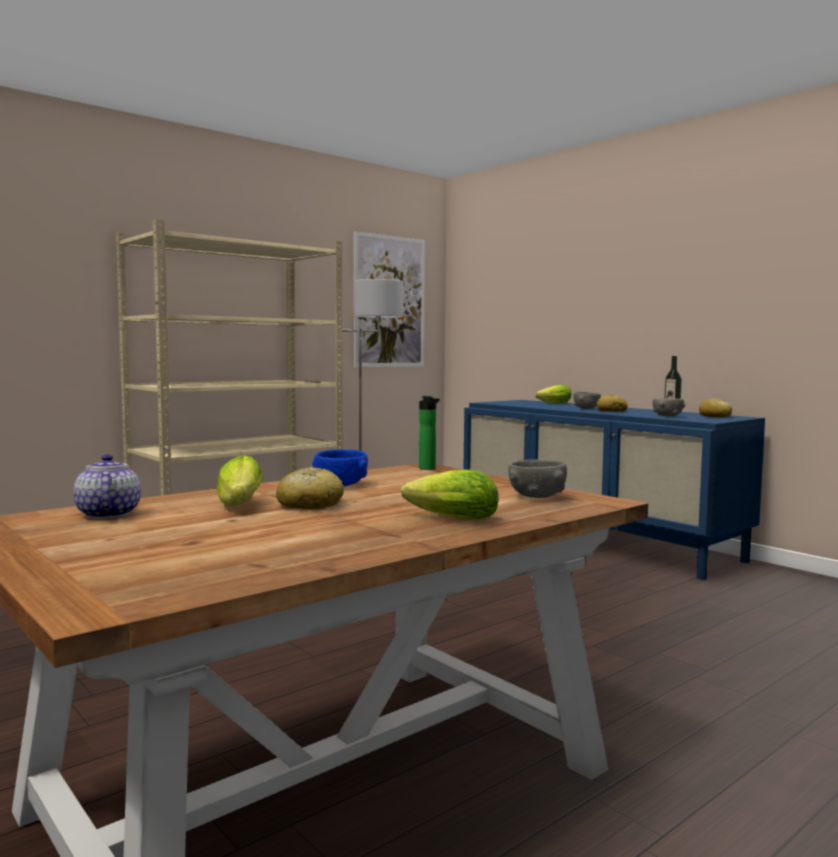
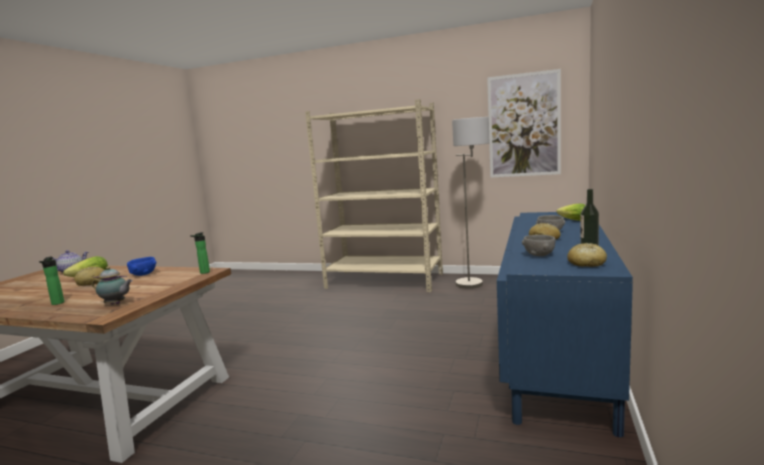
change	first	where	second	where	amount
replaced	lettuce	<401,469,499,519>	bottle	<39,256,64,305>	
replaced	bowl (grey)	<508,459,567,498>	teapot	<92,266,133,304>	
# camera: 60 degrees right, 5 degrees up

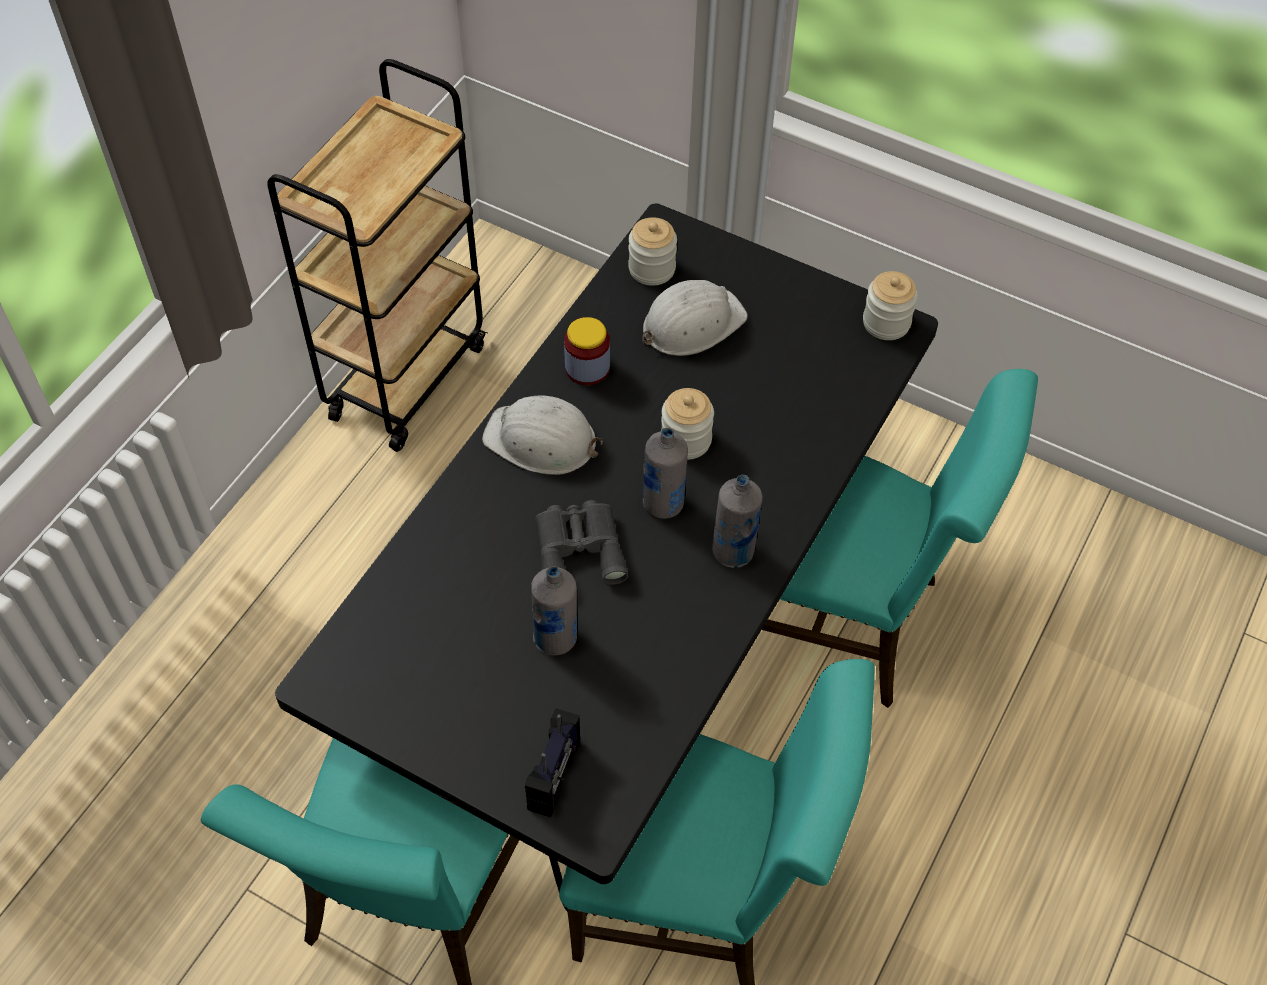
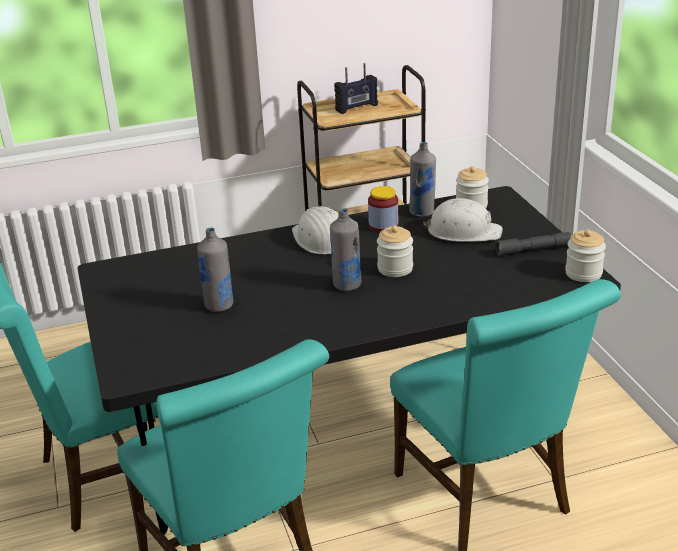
change	first	where	second	where	amount
moved	radio	<525,708,581,817>		<334,63,378,114>	
removed	binoculars (grey)	<535,500,628,585>			
moved	bottle (grey)	<712,475,762,568>		<409,142,436,217>	
added			flashlight (grey)	<495,232,571,256>	
# camera: 45 degrees right, 25 degrees down

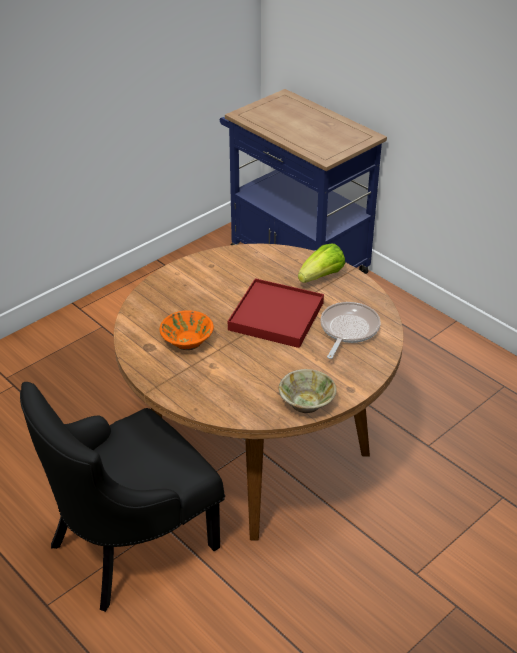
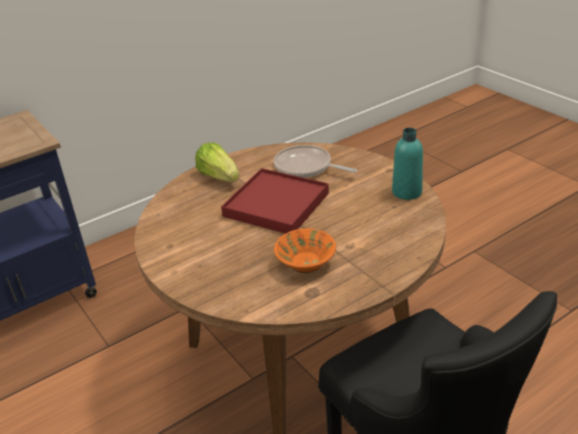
change	first	where	second	where	amount
replaced	bowl (beige)	<279,369,337,413>	bottle (turquoise)	<392,128,423,200>	
# camera: 80 degrees left, 5 degrees down

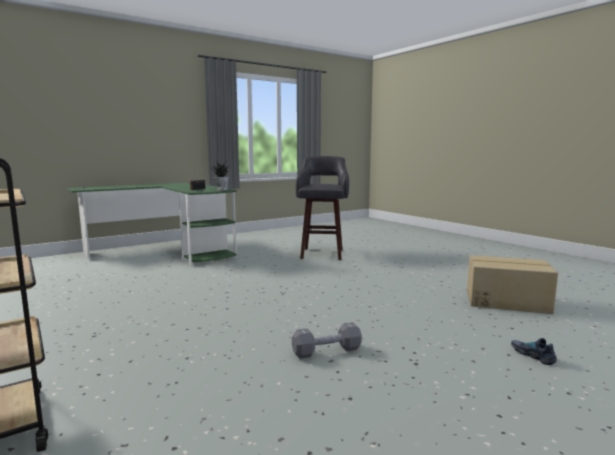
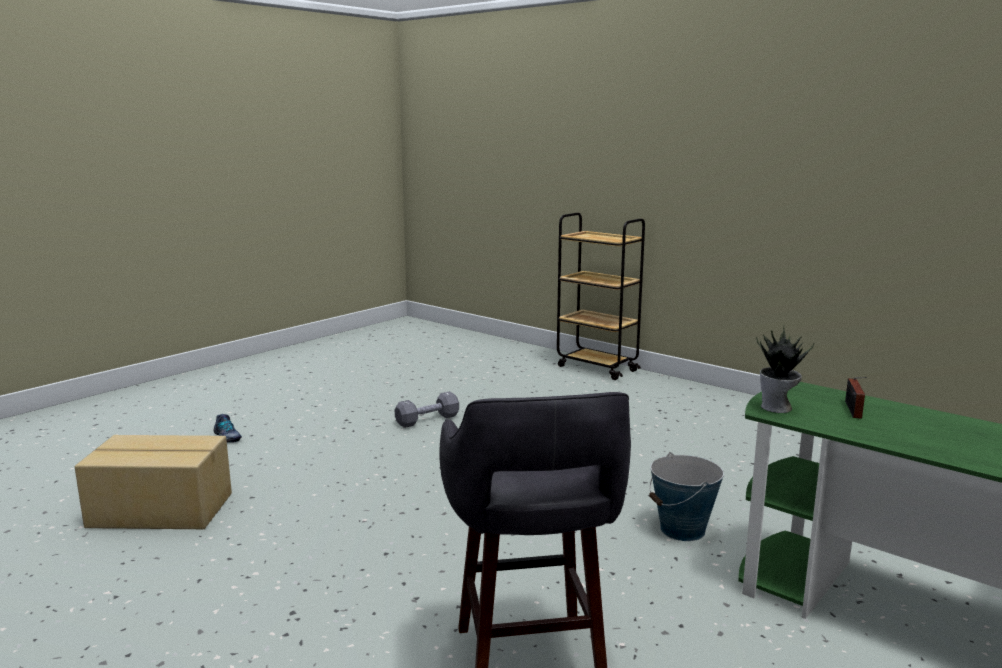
change	first	where	second	where	amount
added			bucket	<649,453,724,541>	
# camera: 165 degrees right, 5 degrees up

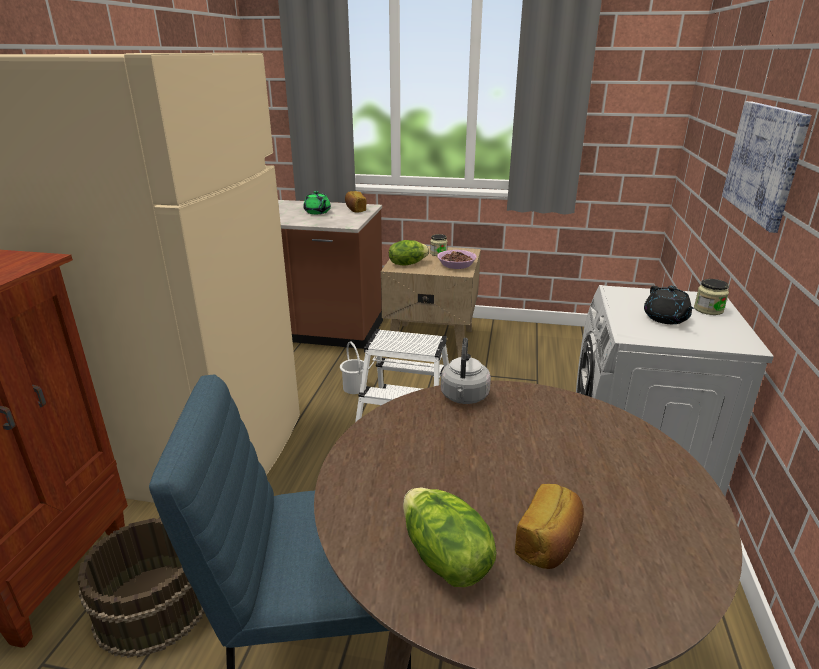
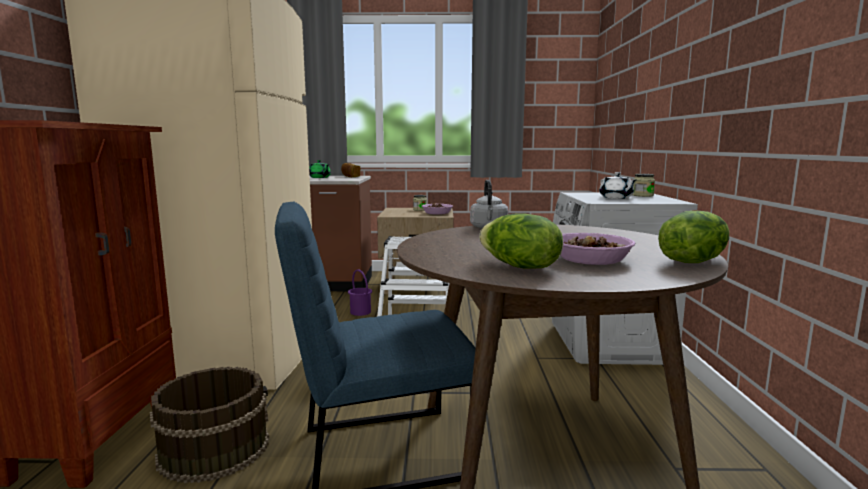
change	first	where	second	where	amount
recoloured	bucket (white)	<340,341,367,394>	bucket (purple)	<348,269,372,316>	
moved	lettuce	<389,240,429,266>		<658,211,729,263>	
replaced	bread	<515,484,584,569>	bowl	<560,233,635,265>	
recoloured	teapot (black)	<644,286,694,324>	teapot (white)	<599,172,636,199>	
removed	picture	<722,101,812,233>			
# camera: 10 degrees left, 15 degrees down

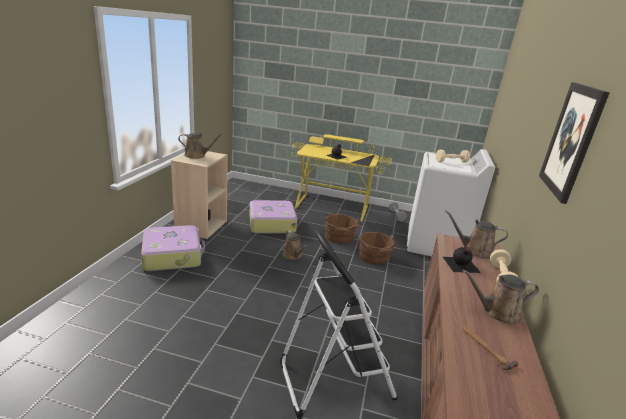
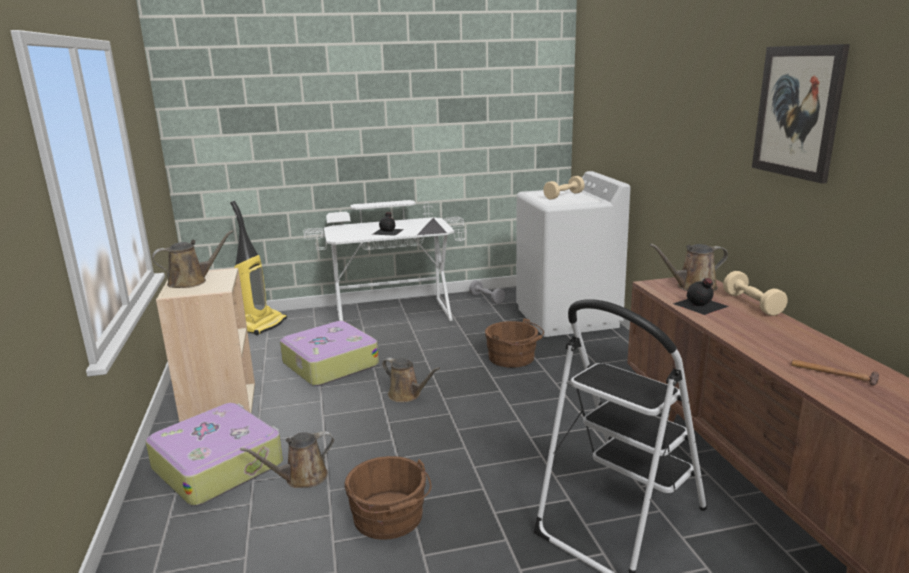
change	first	where	second	where	amount
recoloured	desk (yellow)	<291,134,392,222>	desk (white)	<304,200,467,321>	
moved	bucket (brown)	<325,214,358,244>		<344,456,431,540>	
moved	watering can (brown)	<462,270,539,325>		<240,431,334,488>	
added			vacuum cleaner	<230,201,287,336>	
# camera: 25 degrees left, 5 degrees down

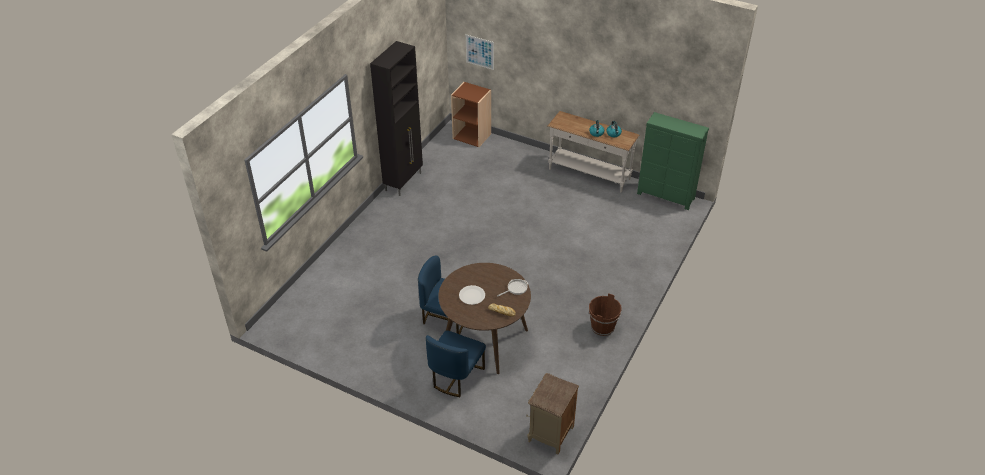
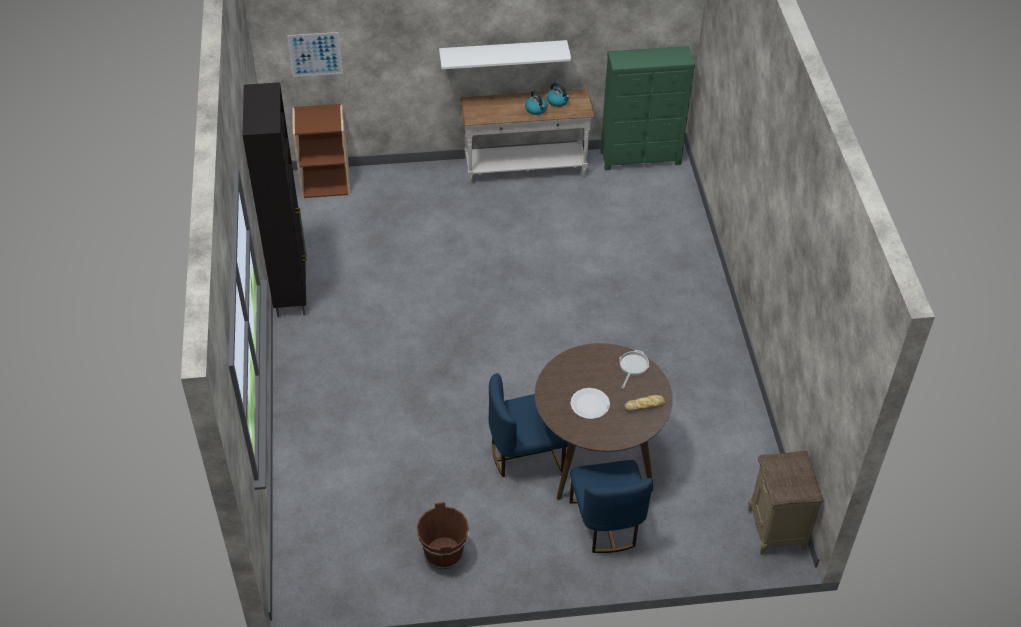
change	first	where	second	where	amount
moved	bucket (brown)	<589,293,622,336>		<417,502,469,569>	
added			shelf (white)	<439,40,572,69>	
# camera: 35 degrees left, 5 degrees up

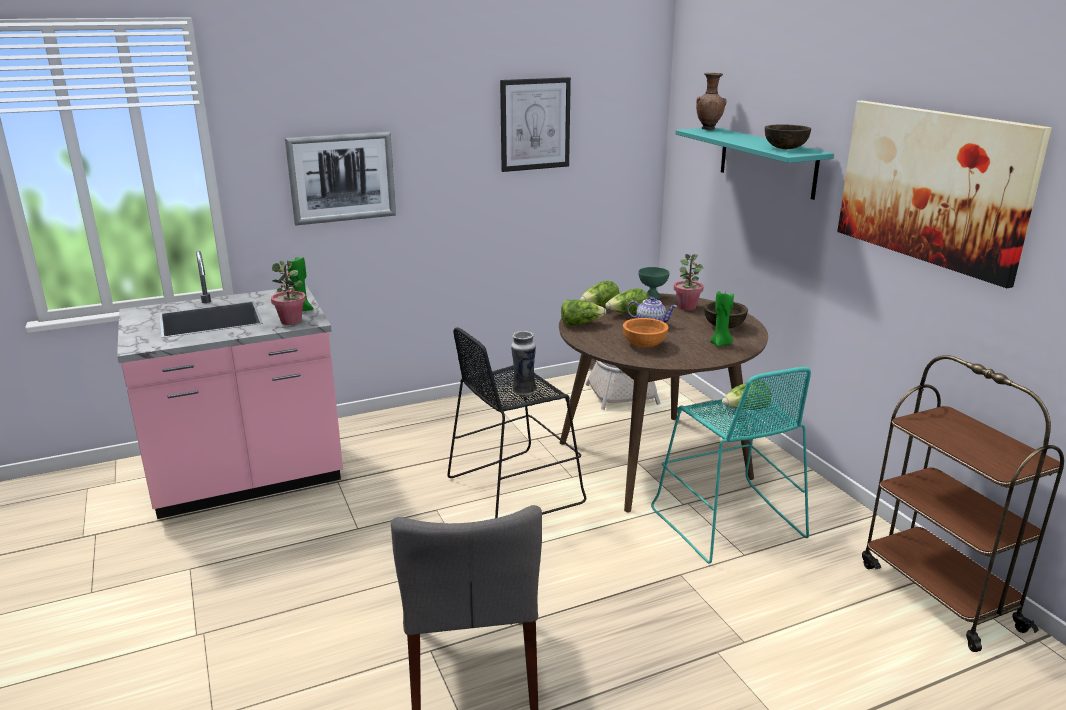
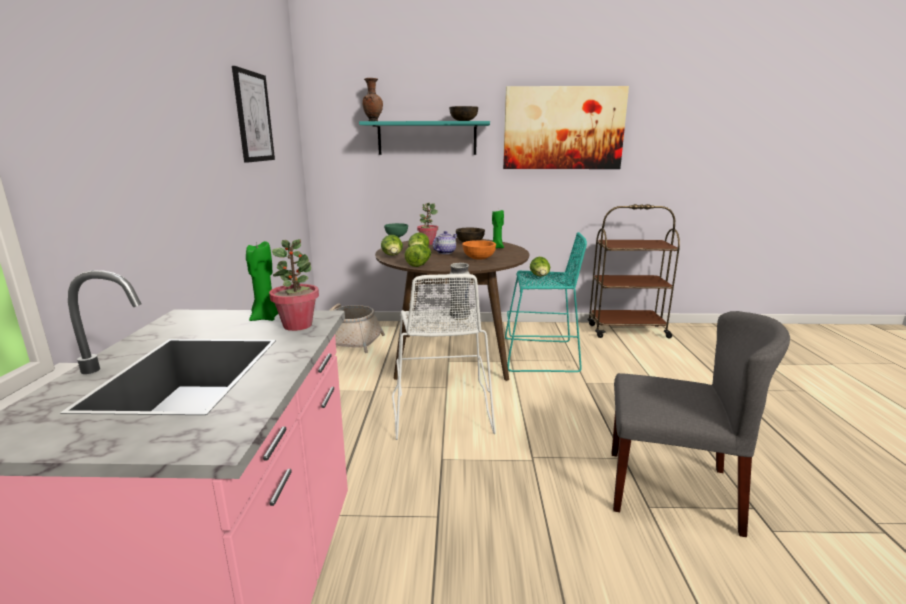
change	first	where	second	where	amount
removed	picture	<285,132,396,225>			
recoloured	stool (black)	<447,327,586,518>	stool (white)	<392,274,496,440>	
# camera: 65 degrees left, 5 degrees down

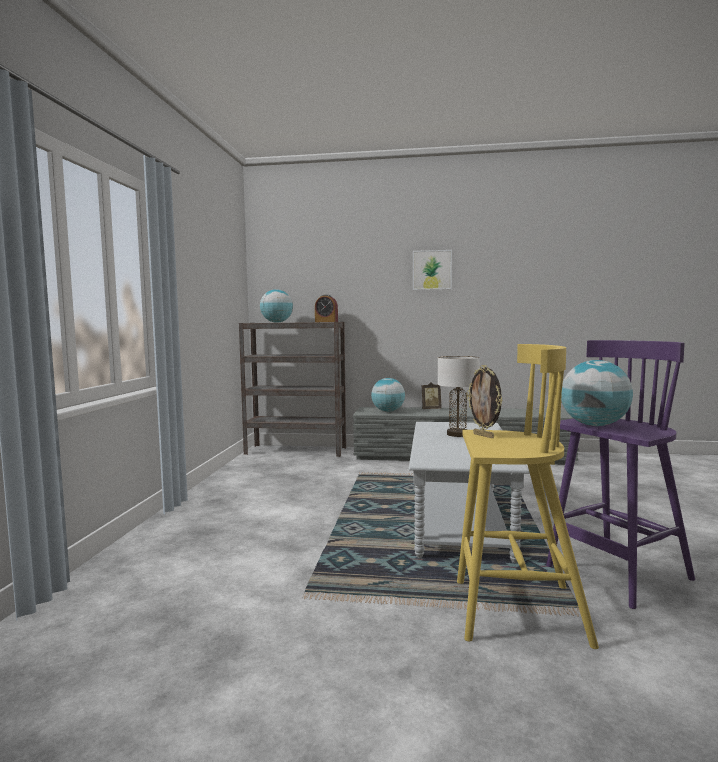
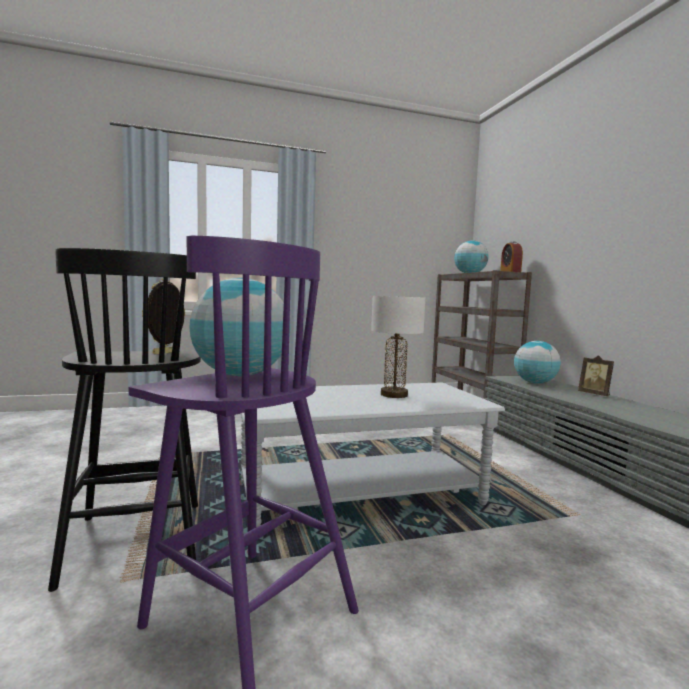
change	first	where	second	where	amount
removed	picture	<413,250,452,290>			
recoloured	stool (yellow)	<457,344,599,649>	stool (black)	<48,248,201,592>	
# camera: 65 degrees right, 0 degrees up

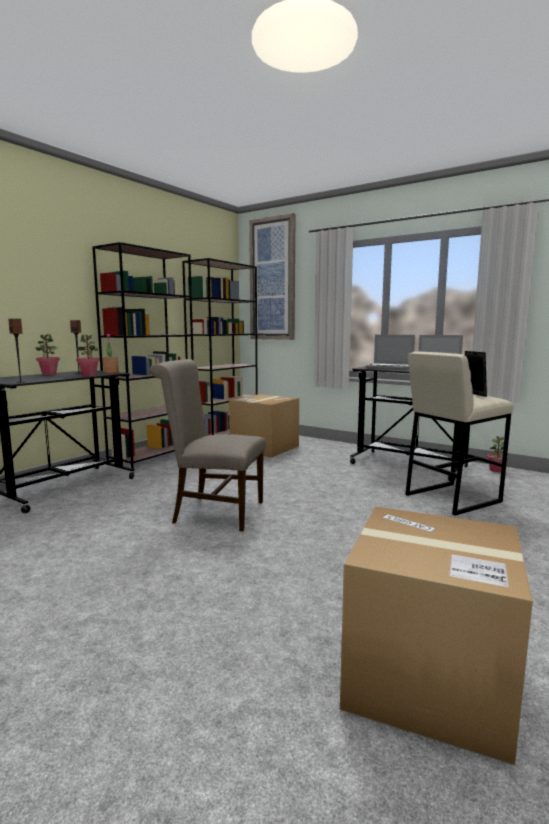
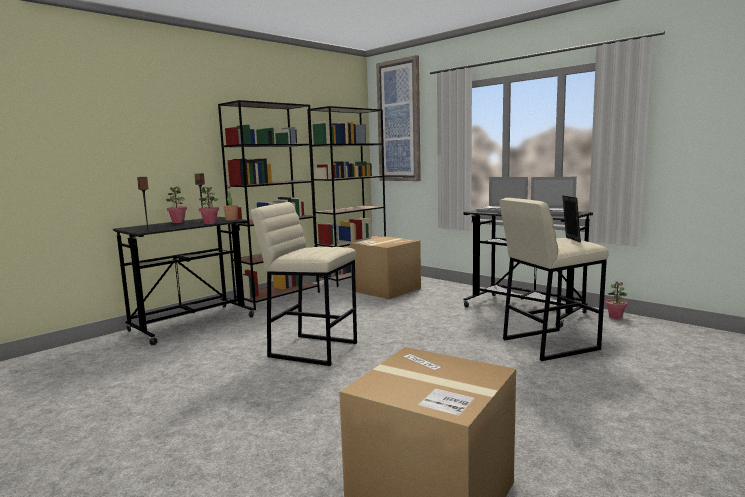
change	first	where	second	where	amount
replaced	chair (beige)	<150,359,266,531>	stool (beige)	<251,202,357,366>	
# camera: 10 degrees right, 0 degrees up

